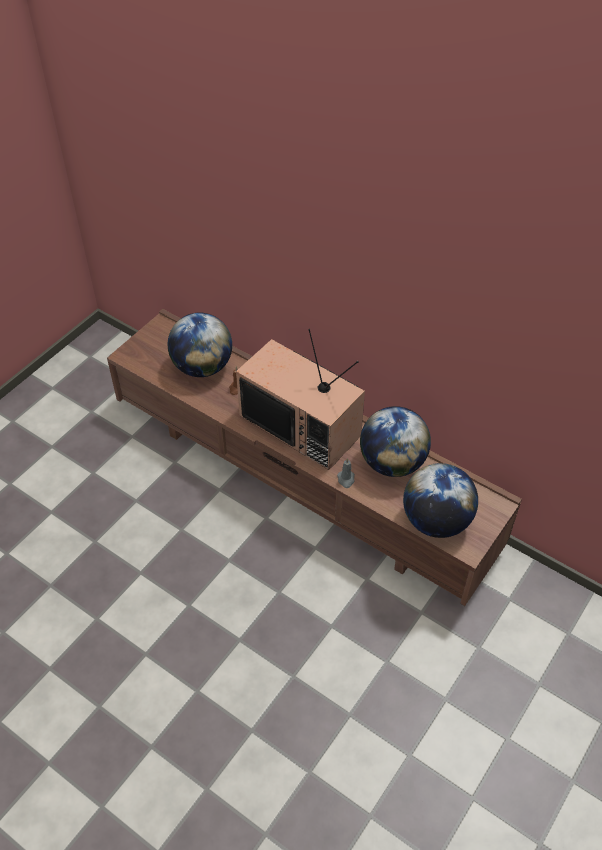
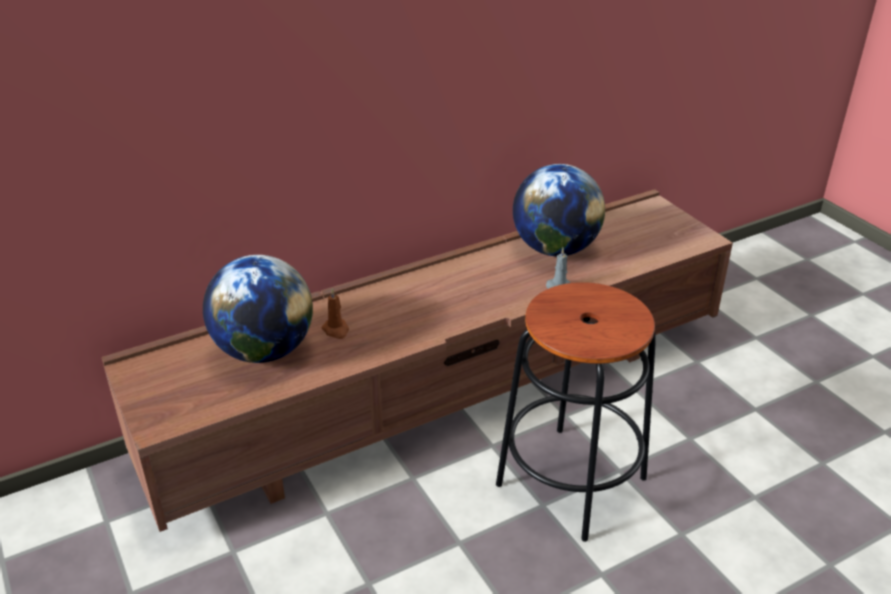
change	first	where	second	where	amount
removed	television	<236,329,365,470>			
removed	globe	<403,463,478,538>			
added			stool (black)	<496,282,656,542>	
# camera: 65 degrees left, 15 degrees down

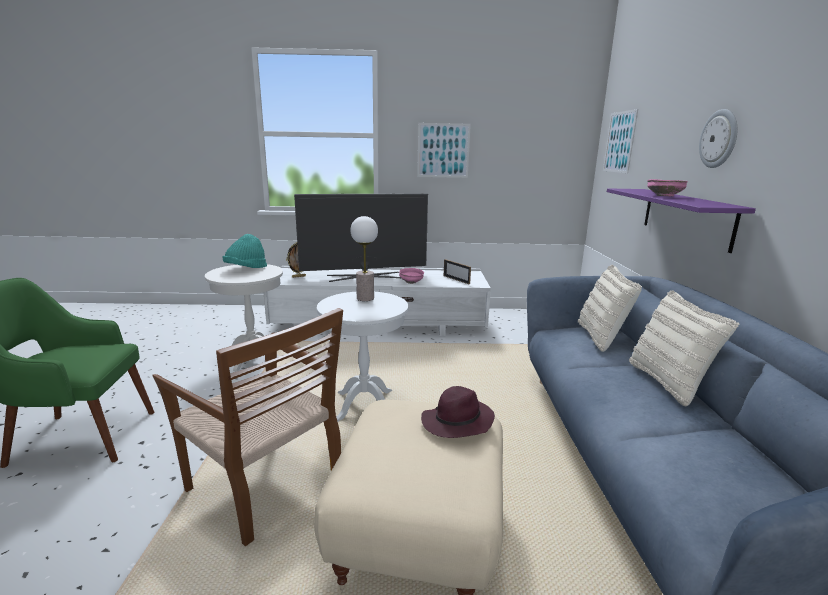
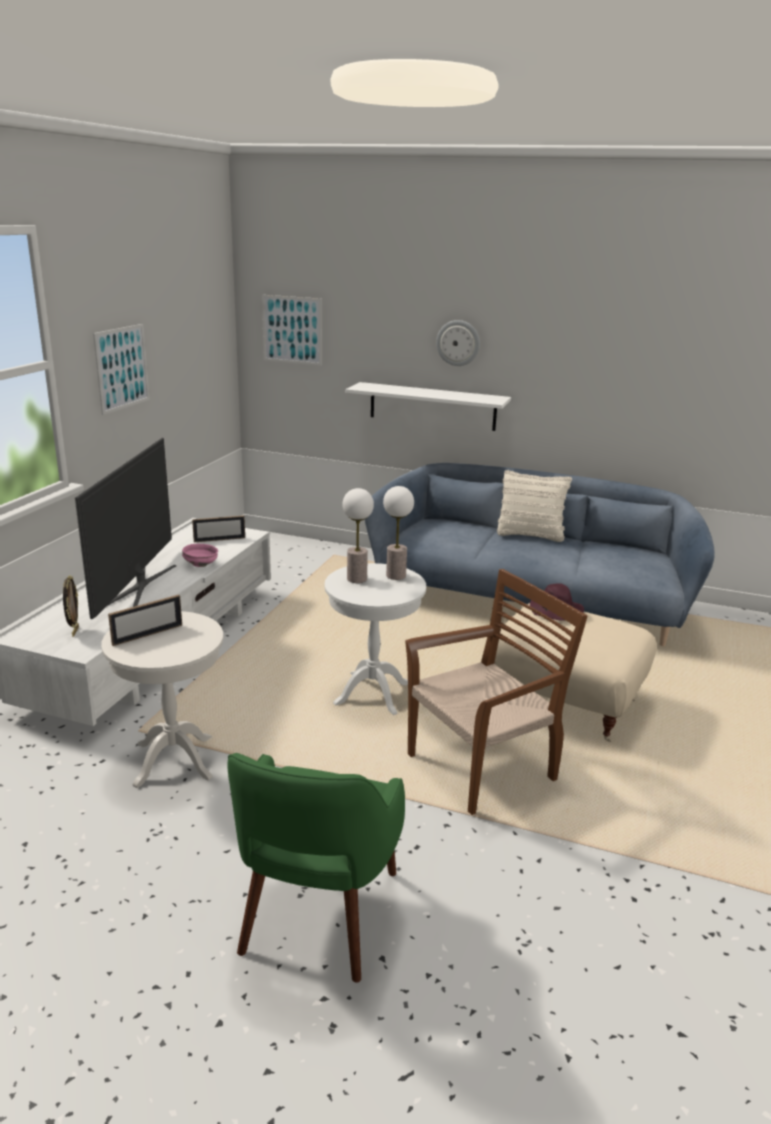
change	first	where	second	where	amount
replaced	hat (turquoise)	<223,234,267,268>	picture frame	<108,594,182,646>	
removed	pillow (beige)	<578,265,642,352>			
recoloured	shelf (purple)	<607,188,756,253>	shelf (white)	<345,382,511,431>	
removed	bowl (pink)	<647,179,688,197>			
added			table lamp	<383,486,414,580>	
# camera: 70 degrees left, 5 degrees up

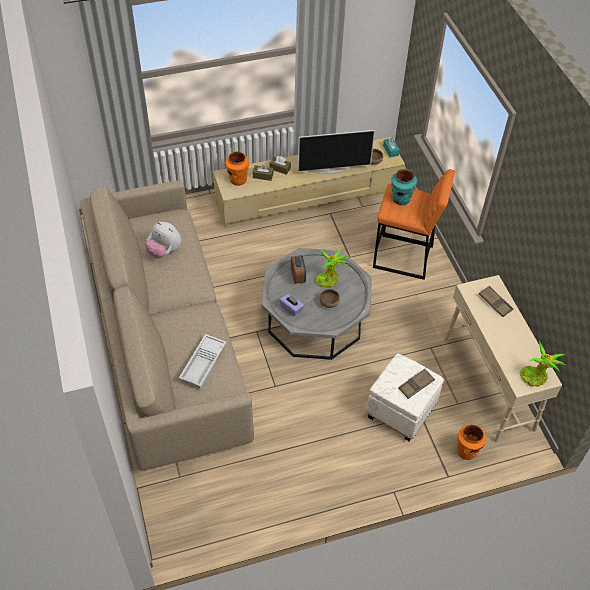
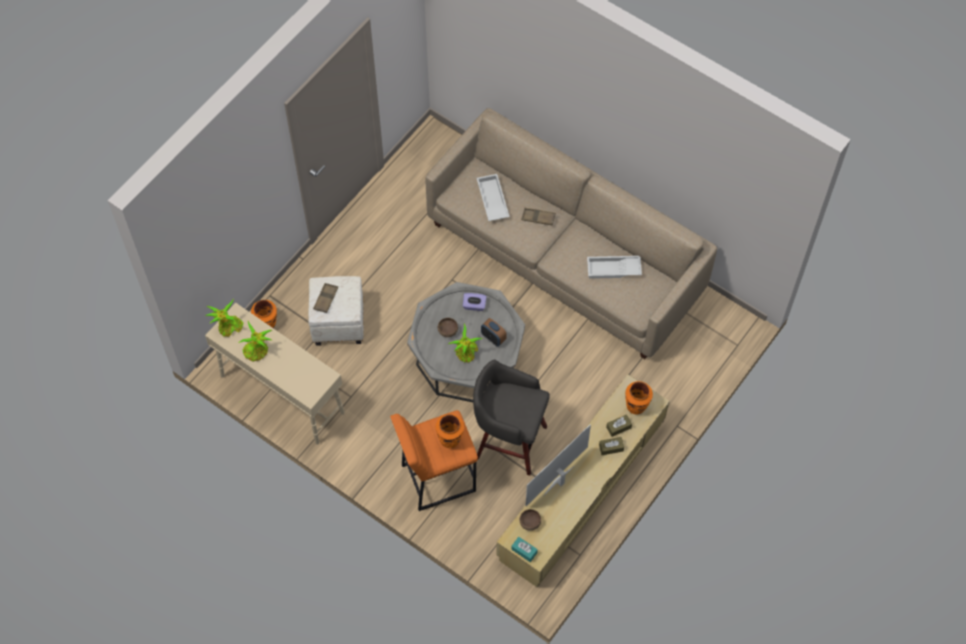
change	first	where	second	where	amount
replaced	plush toy	<145,222,182,258>	tray (white)	<587,256,642,279>	
recoloured	vase (turquoise)	<391,169,417,205>	vase (orange)	<435,414,464,448>	
moved	tray (brown)	<479,286,513,317>		<521,208,556,225>	
added			potted plant	<239,321,272,361>	
added			stool (grey)	<473,359,550,476>	
# camera: 145 degrees right, 10 degrees up

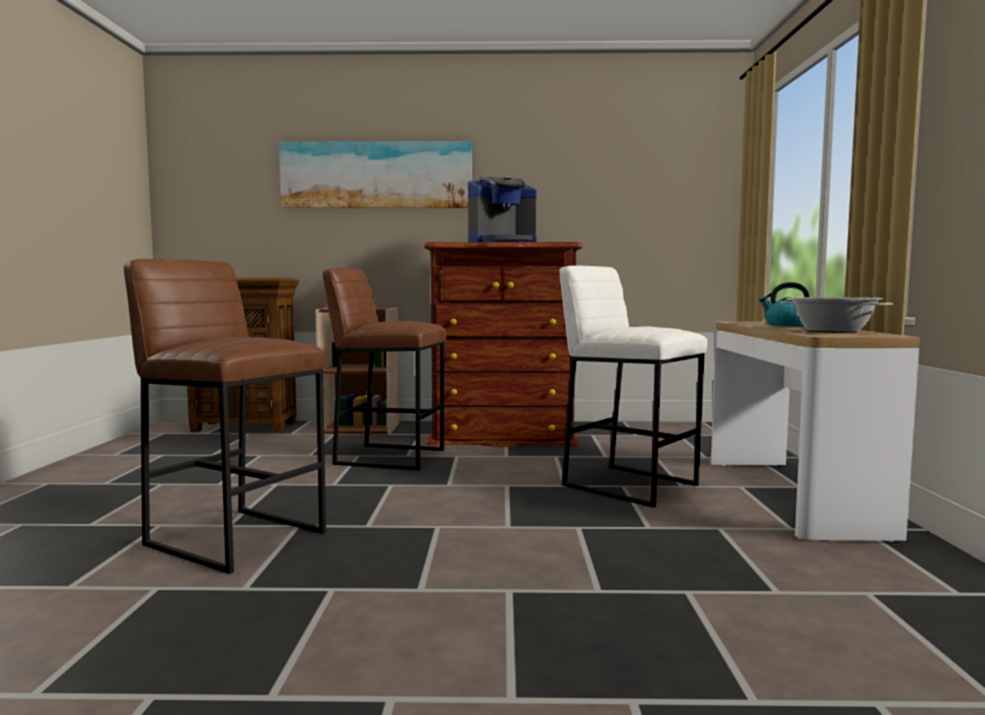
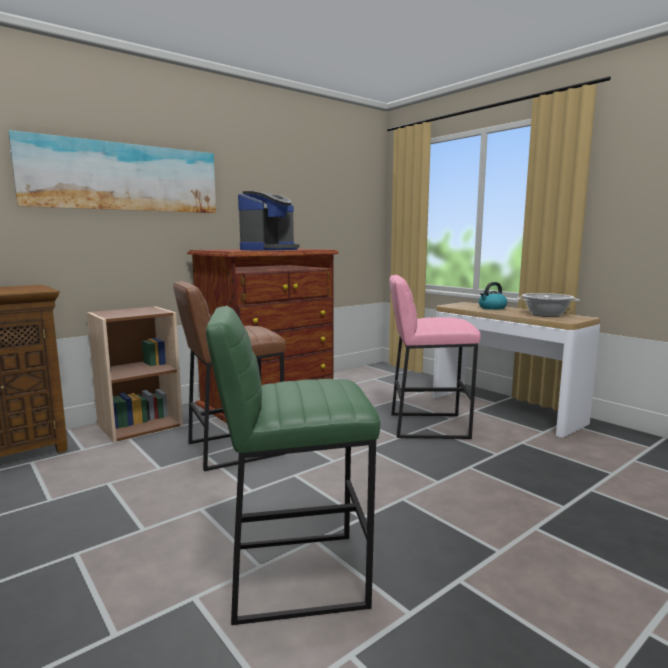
change	first	where	second	where	amount
recoloured	stool (brown)	<123,259,326,574>	stool (green)	<206,306,380,625>	
recoloured	stool (white)	<559,266,707,508>	stool (pink)	<389,275,481,439>	
# camera: 40 degrees left, 5 degrees up

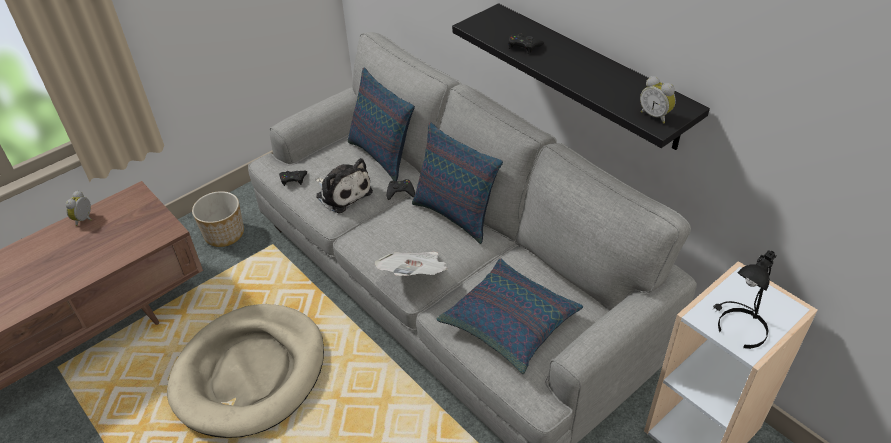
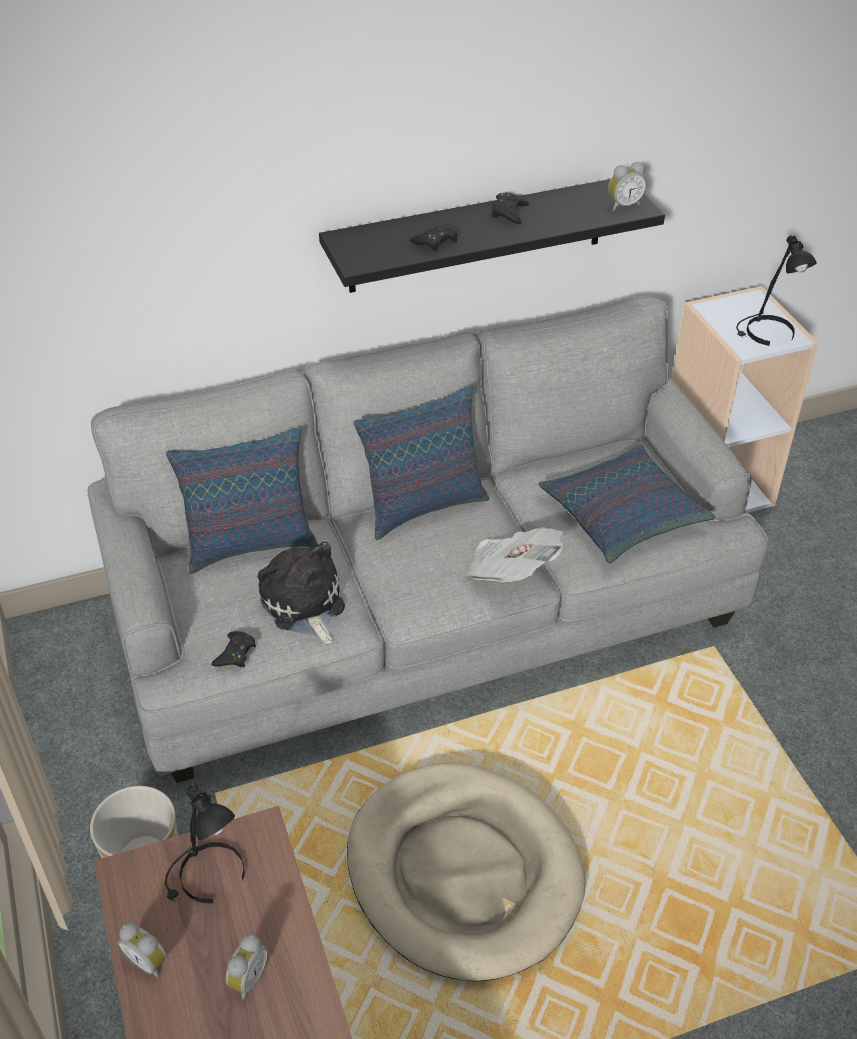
change	first	where	second	where	amount
turned	plush toy	<315,158,373,214>		<258,542,345,644>	90 degrees counterclockwise
moved	game controller (black)	<387,179,415,200>		<491,192,529,224>	
added			table lamp (black)	<165,785,245,903>	
added			alarm clock	<225,934,267,1000>	
# camera: 70 degrees left, 0 degrees up

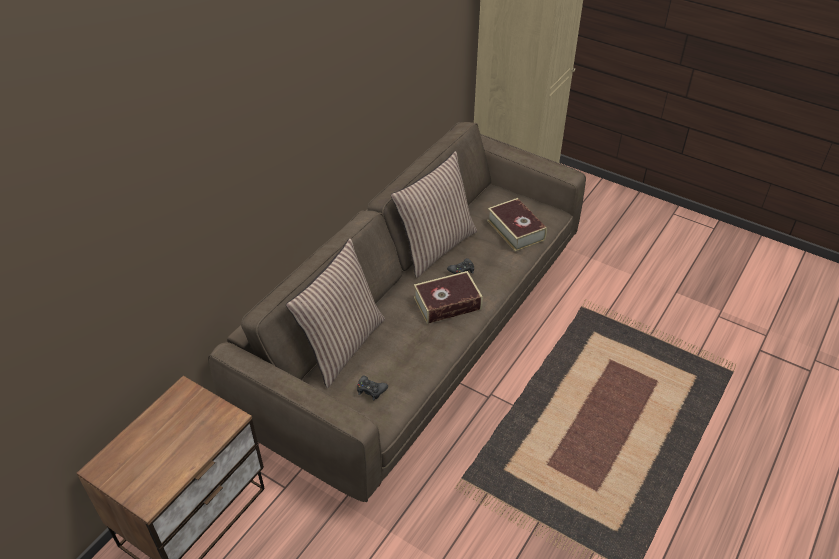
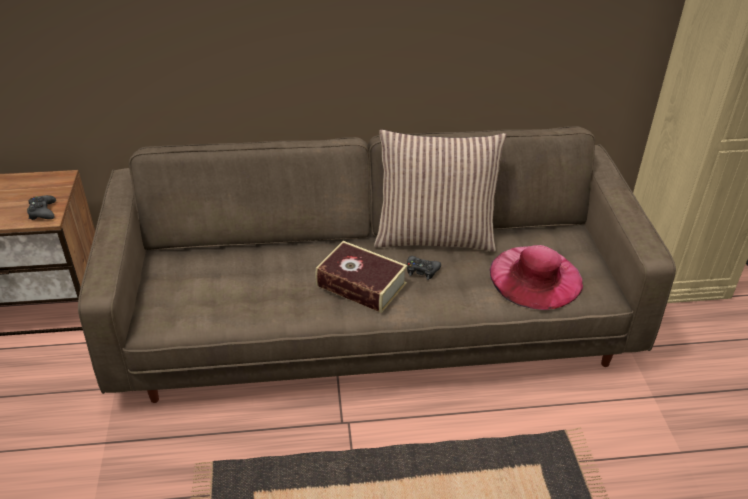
change	first	where	second	where	amount
removed	pillow	<286,238,385,388>			
moved	game controller (black)	<357,376,388,400>		<27,195,56,220>	
replaced	book	<487,198,547,252>	hat (pink)	<489,245,583,310>	
# camera: 50 degrees right, 5 degrees down

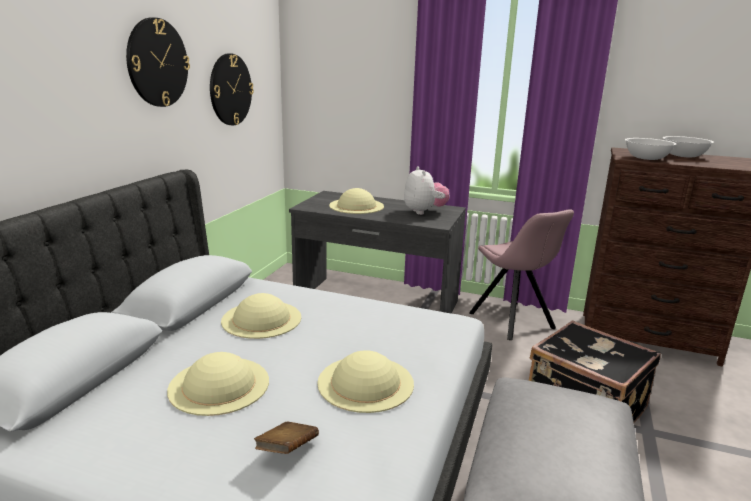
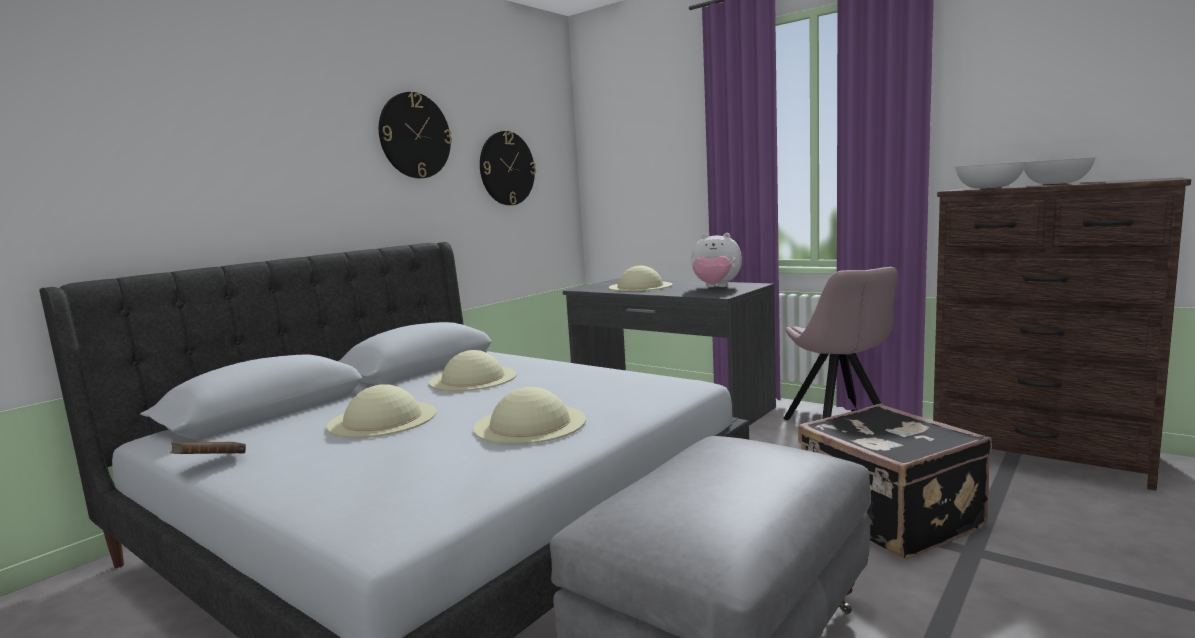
change	first	where	second	where	amount
moved	book (brown)	<254,421,319,454>		<170,442,246,454>	
turned	plush toy	<404,166,449,215>		<691,233,742,287>	105 degrees clockwise
# camera: 20 degrees right, 10 degrees down

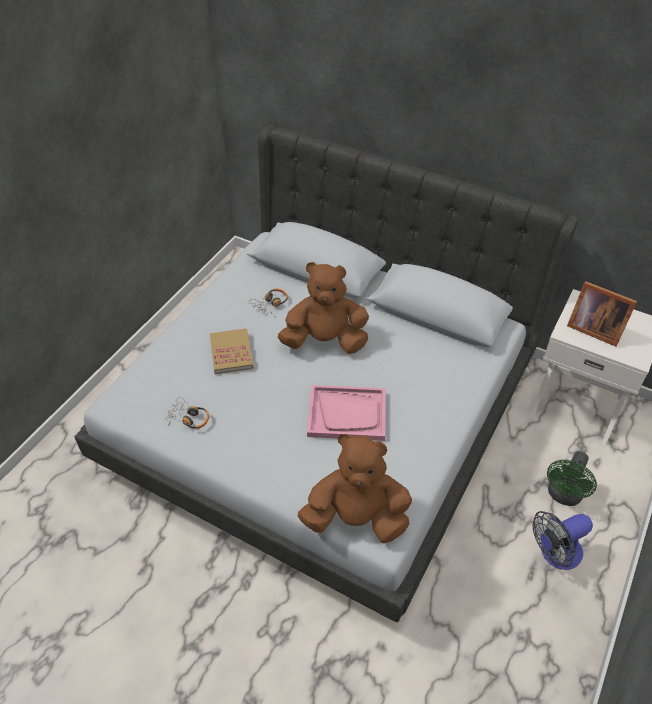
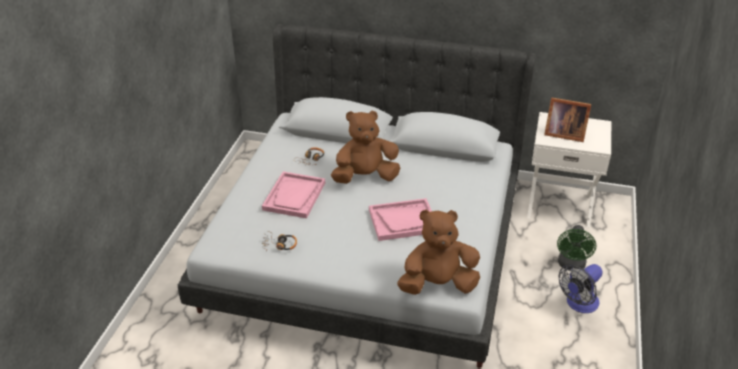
change	first	where	second	where	amount
replaced	book	<210,329,253,374>	tray (pink)	<262,172,325,218>	
# camera: 15 degrees left, 10 degrees down

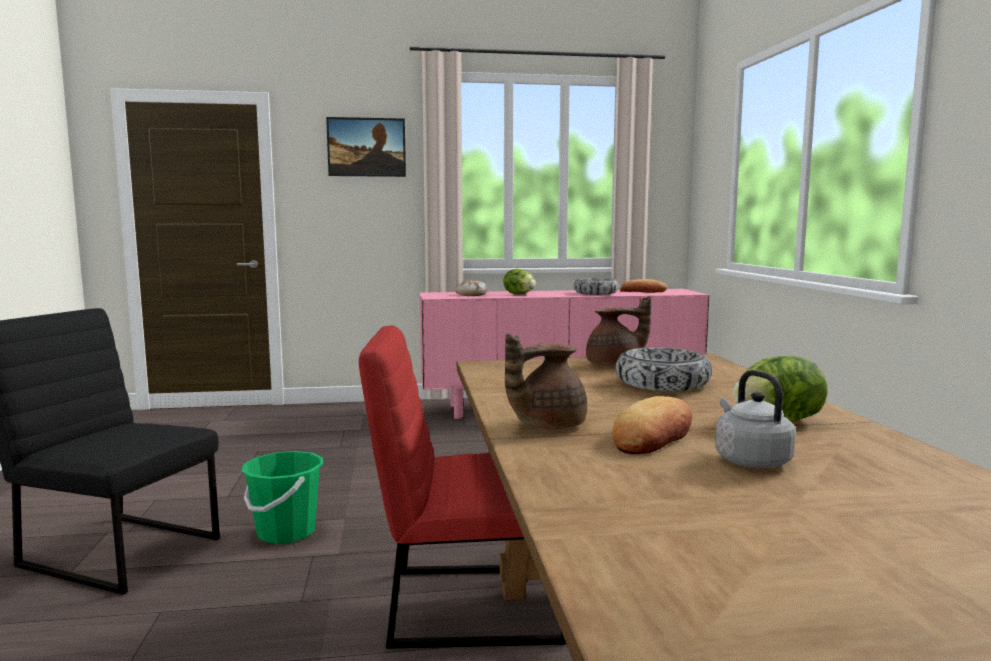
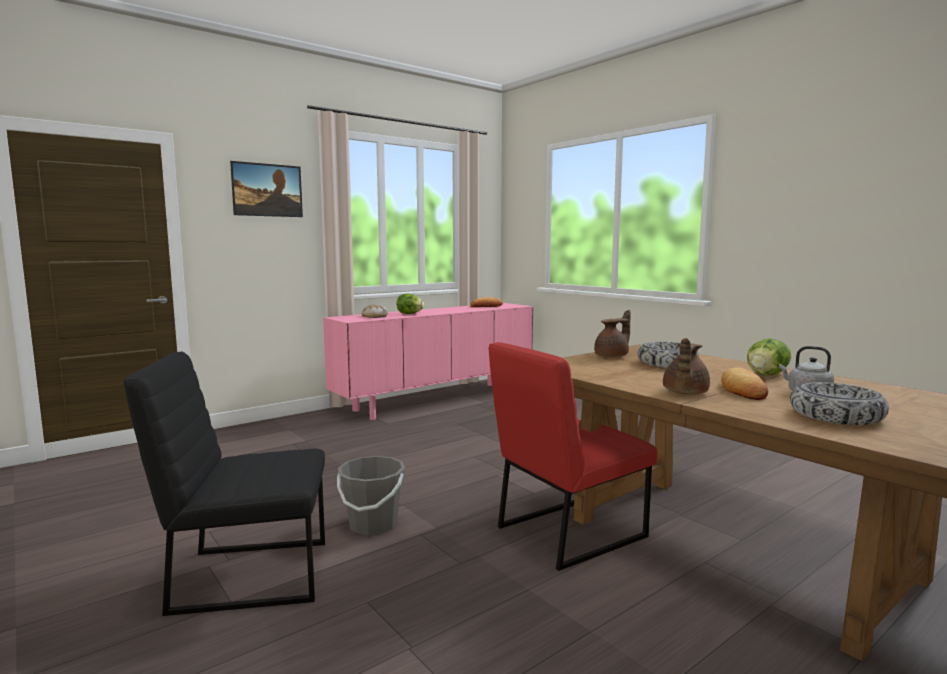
change	first	where	second	where	amount
recoloured	bucket (green)	<242,451,323,544>	bucket (grey)	<337,456,405,535>	
moved	bowl	<574,278,619,295>		<790,382,889,425>	
# camera: 30 degrees left, 0 degrees up

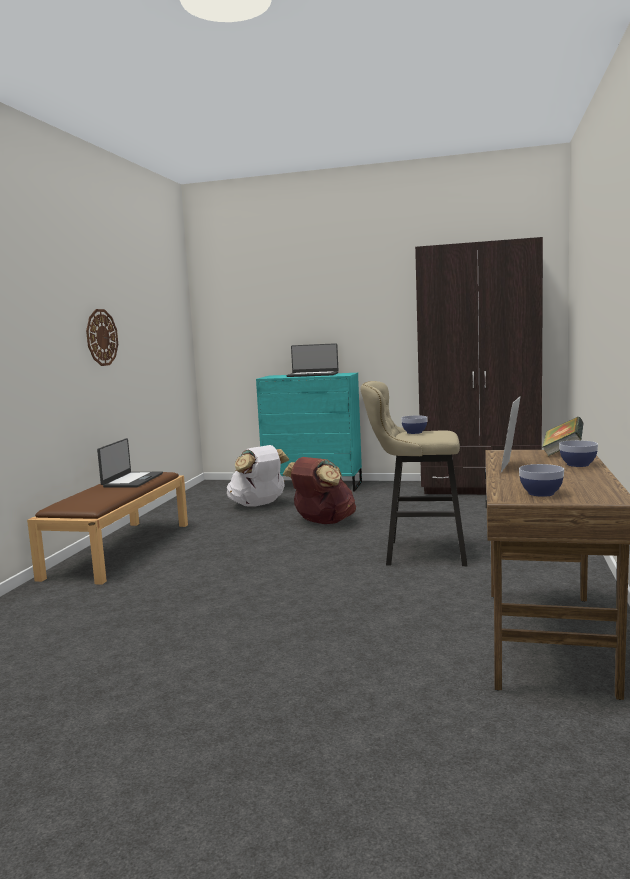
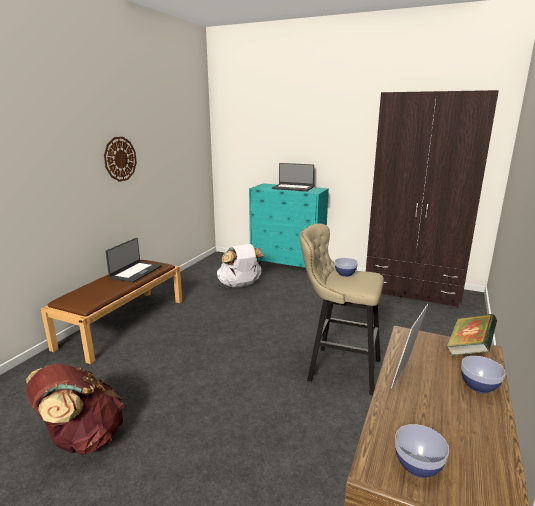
change	first	where	second	where	amount
moved	backpack (brown)	<283,457,356,524>		<25,364,124,455>	
# camera: 10 degrees right, 10 degrees up

